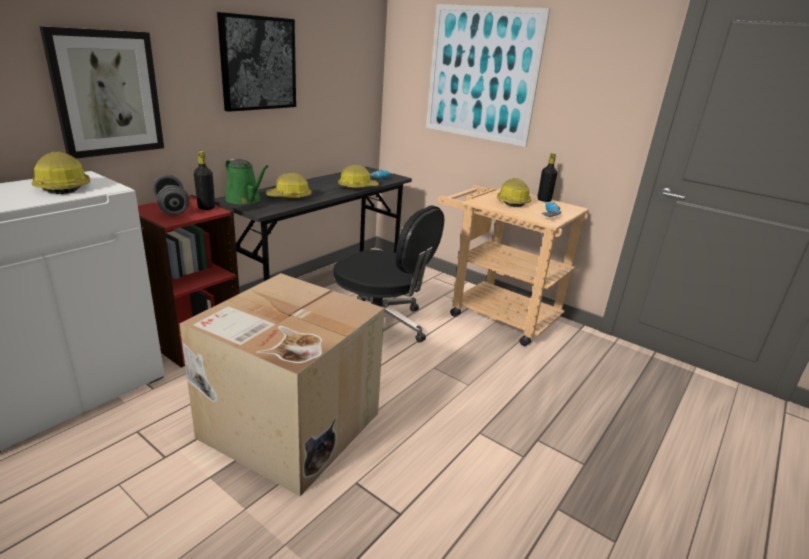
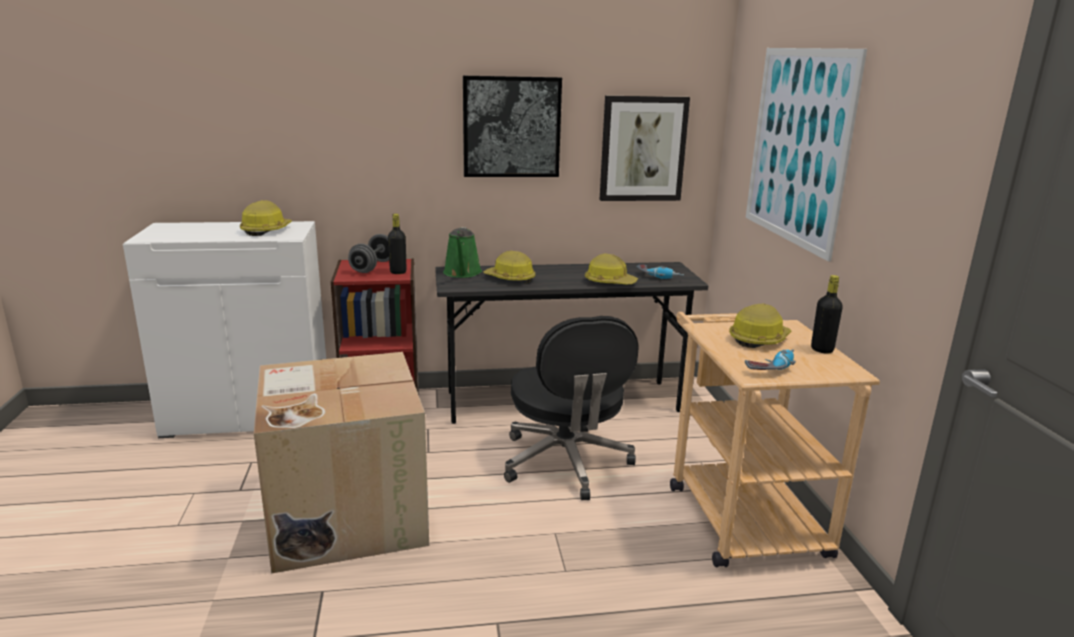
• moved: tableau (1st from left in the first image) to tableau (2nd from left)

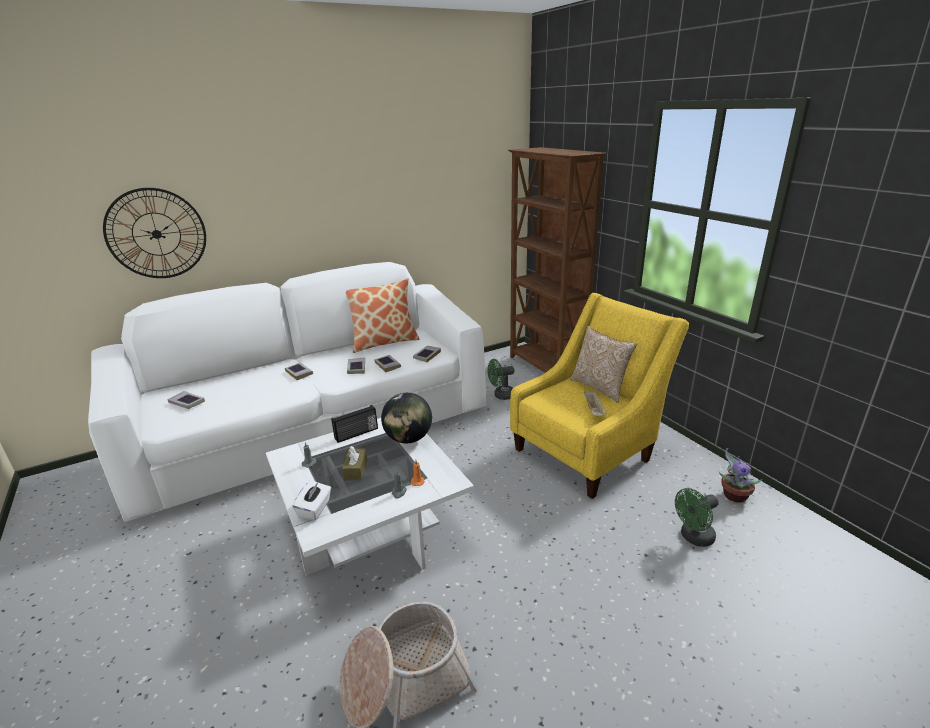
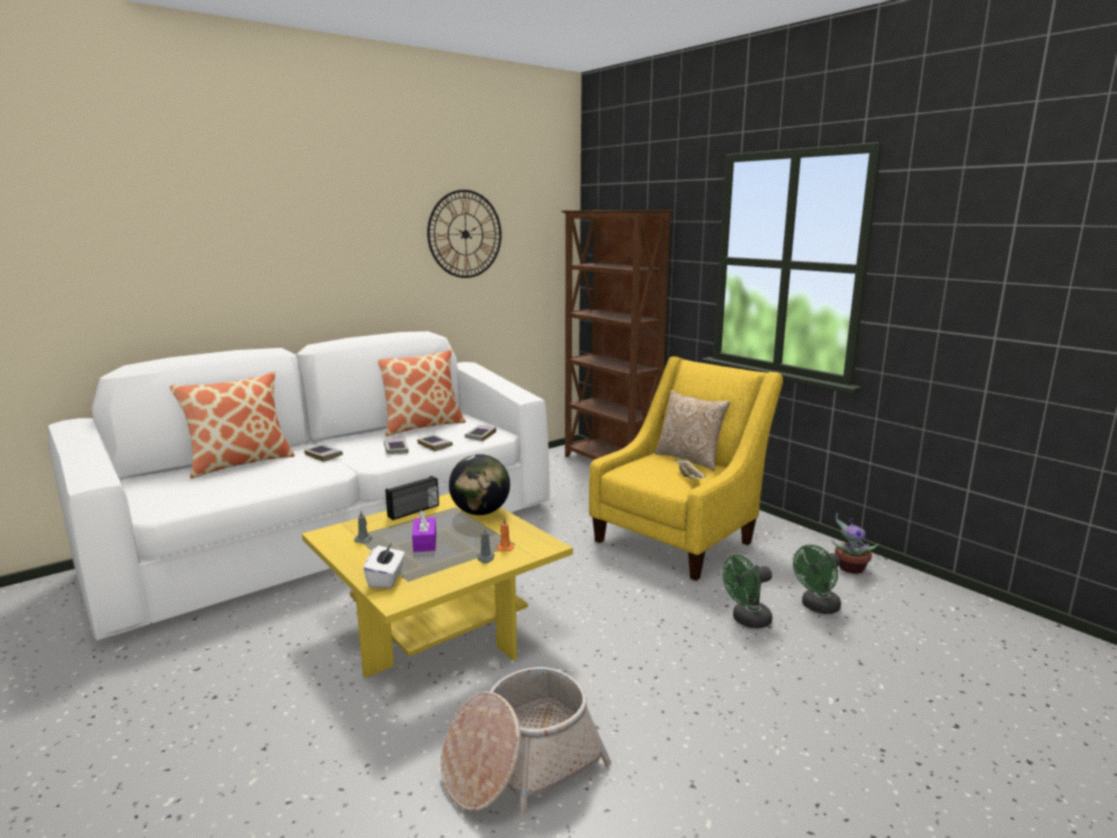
• moved: horloge murale
• removed: livre (1st from left)
• recoloured: table basse (blanc) to table basse (jaune)
• recoloured: boîte à mouchoirs (marron) to boîte à mouchoirs (violet)
• moved: ventilateur (vert) (1st from left)
• added: coussin (1st from left)

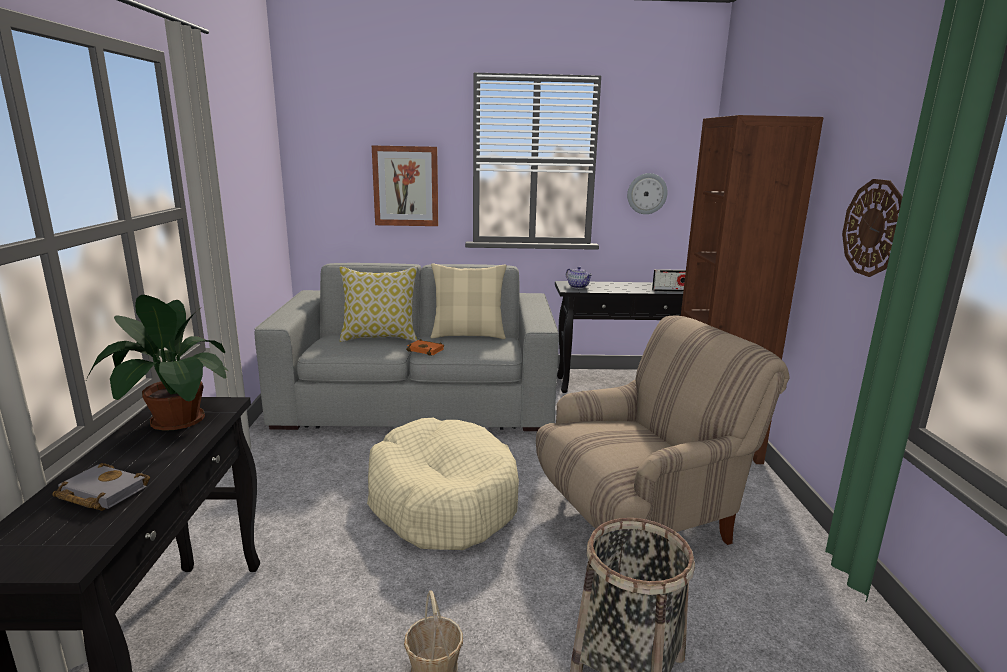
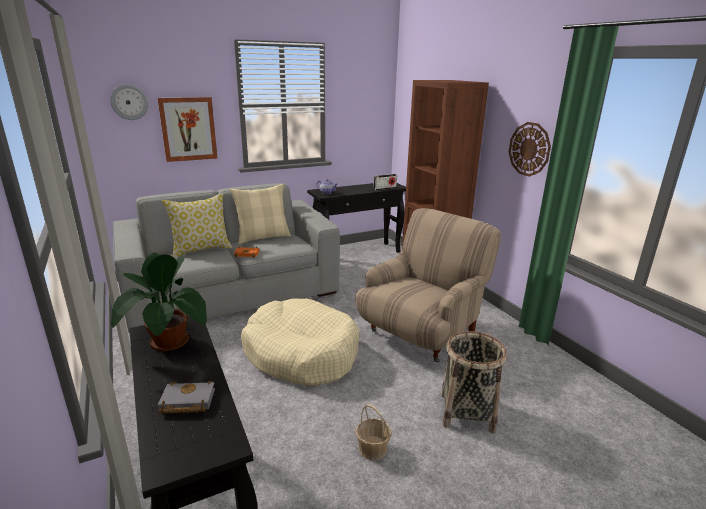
• moved: horloge murale (1st from left)

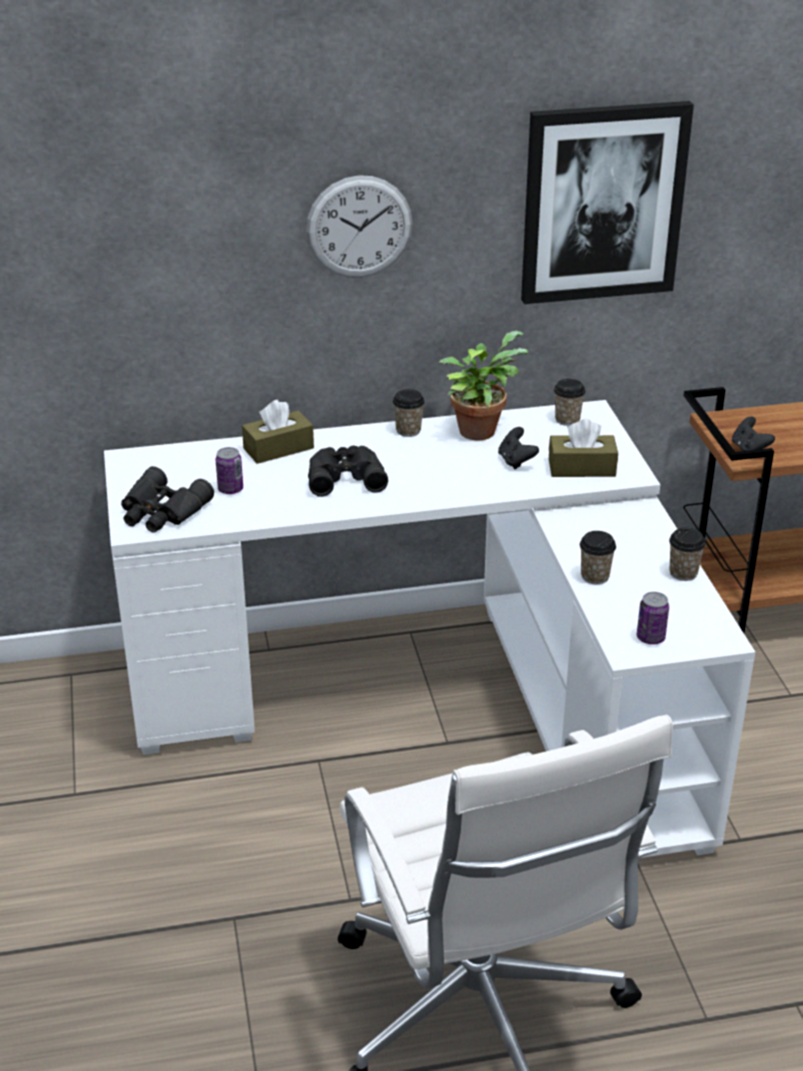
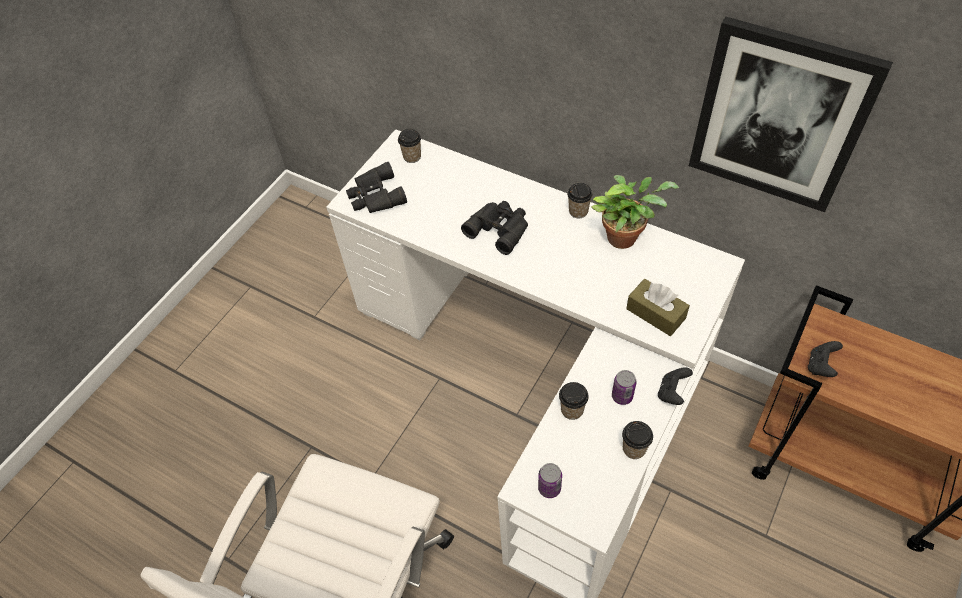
• moved: boîte métallique (1st from left in the first image) to boîte métallique (2nd from left)
• removed: boîte à mouchoirs (marron) (1st from left)
• removed: horloge murale
• moved: manette (noir) (1st from left)
• moved: tasse (2nd from left in the first image) to tasse (1st from left)

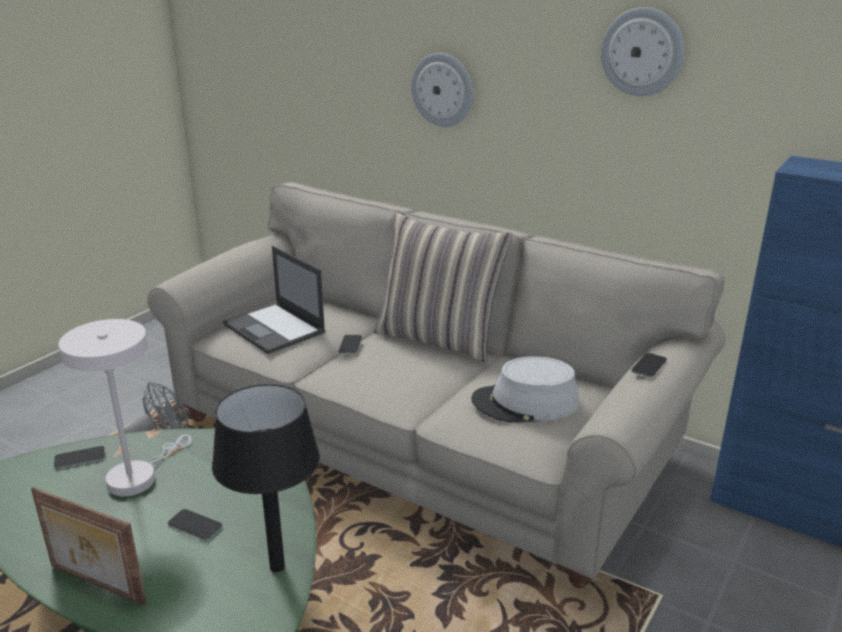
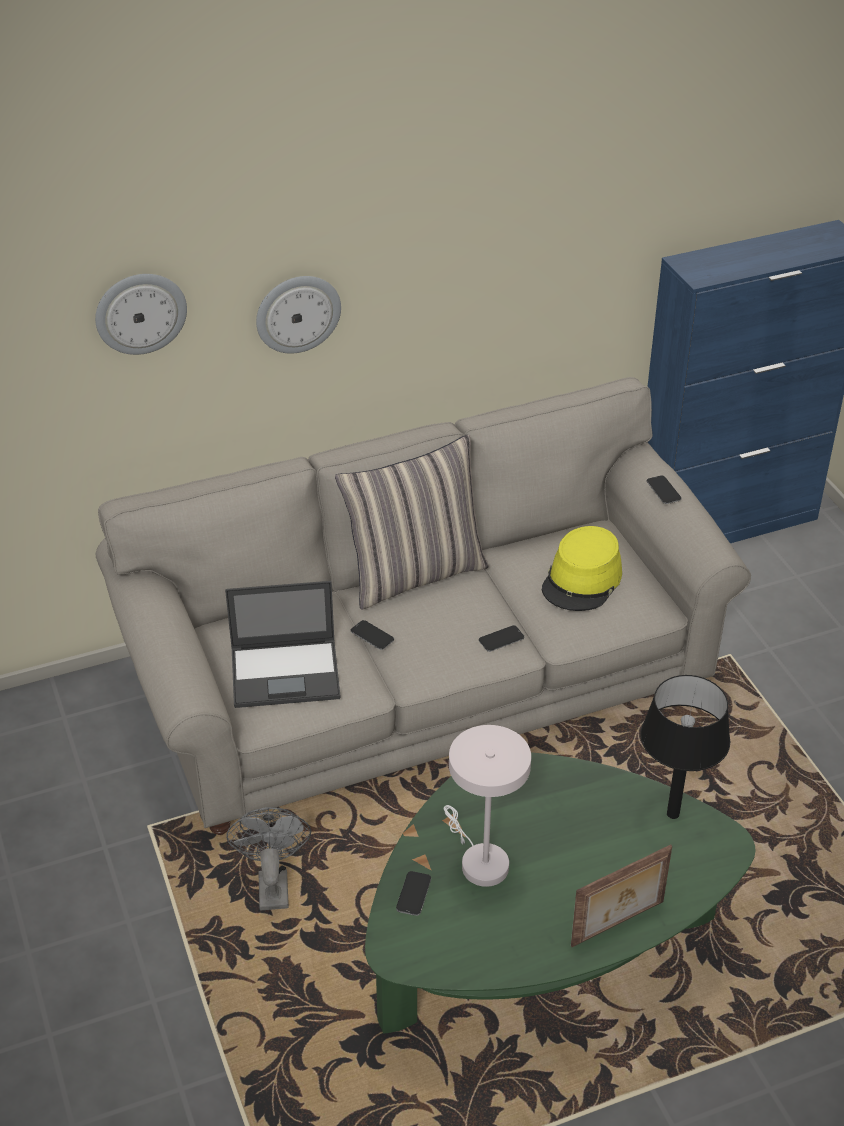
• moved: téléphone (2nd from left in the first image) to téléphone (3rd from left)
• recoloured: chapeau (gris) to chapeau (jaune)
• moved: horloge murale (2nd from left in the first image) to horloge murale (1st from left)

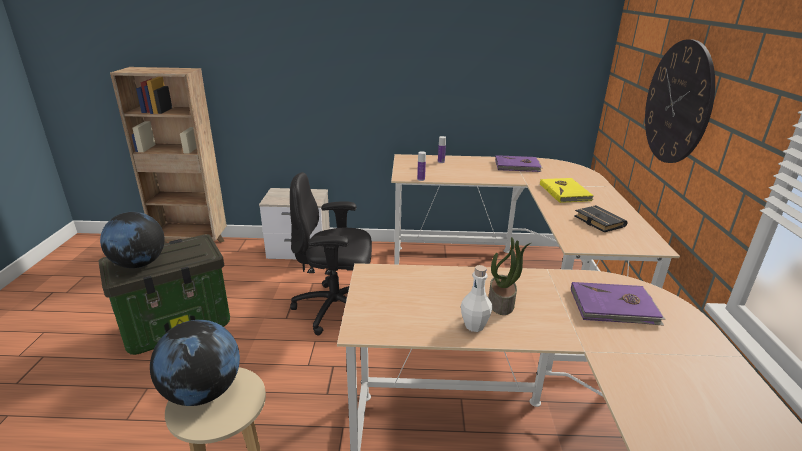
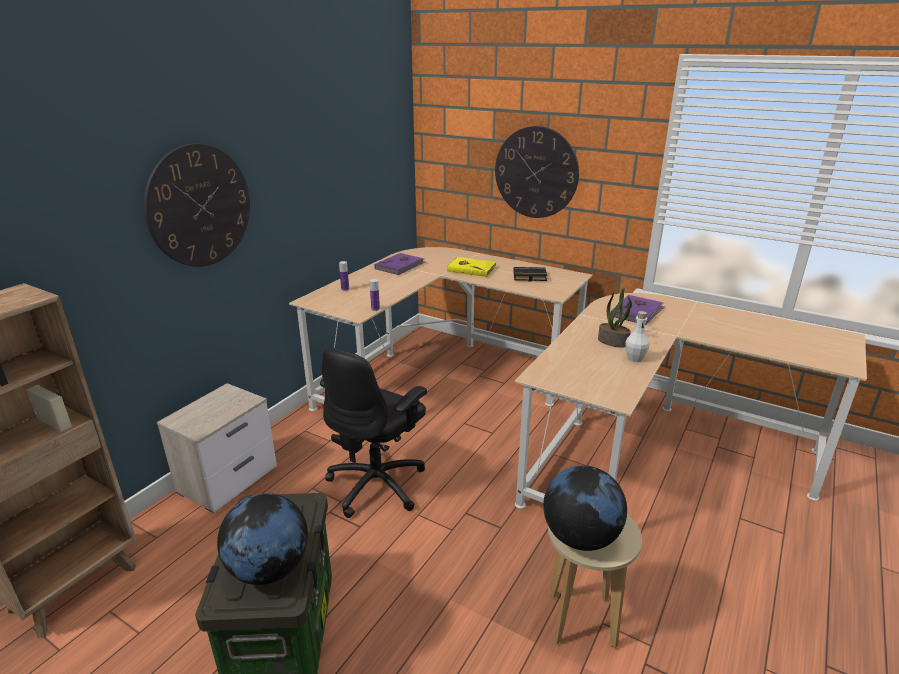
• added: horloge murale (1st from left)

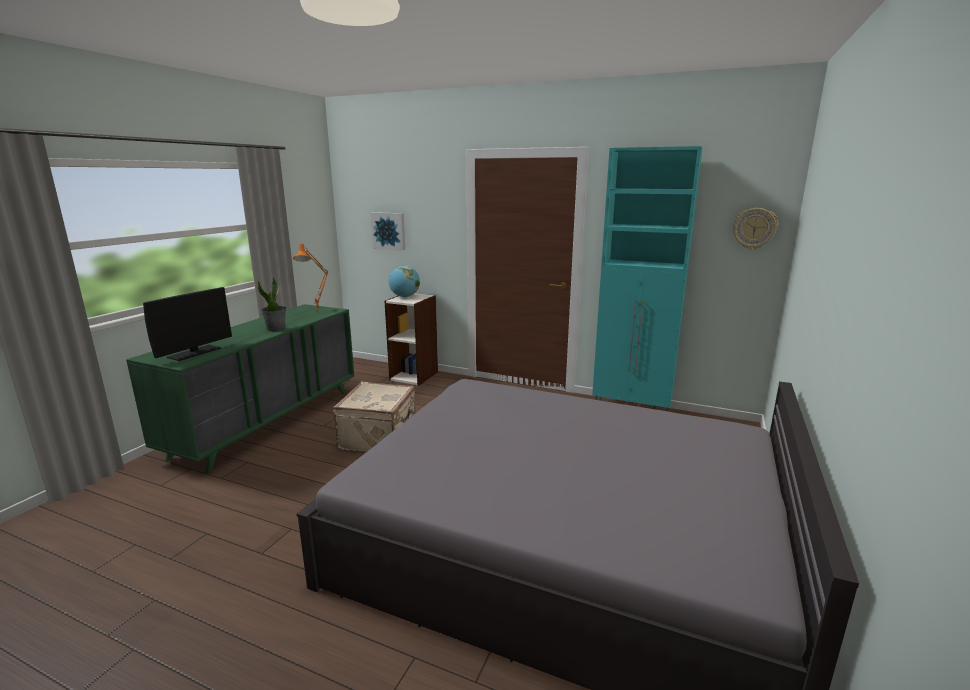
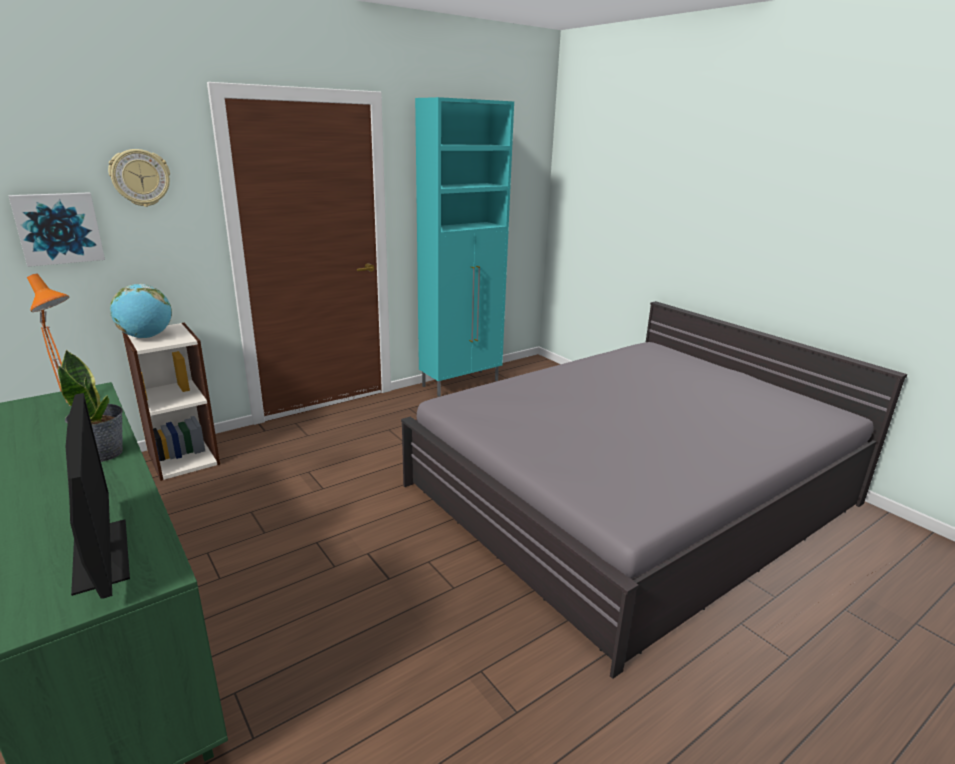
• removed: valise (beige)
• moved: horloge murale

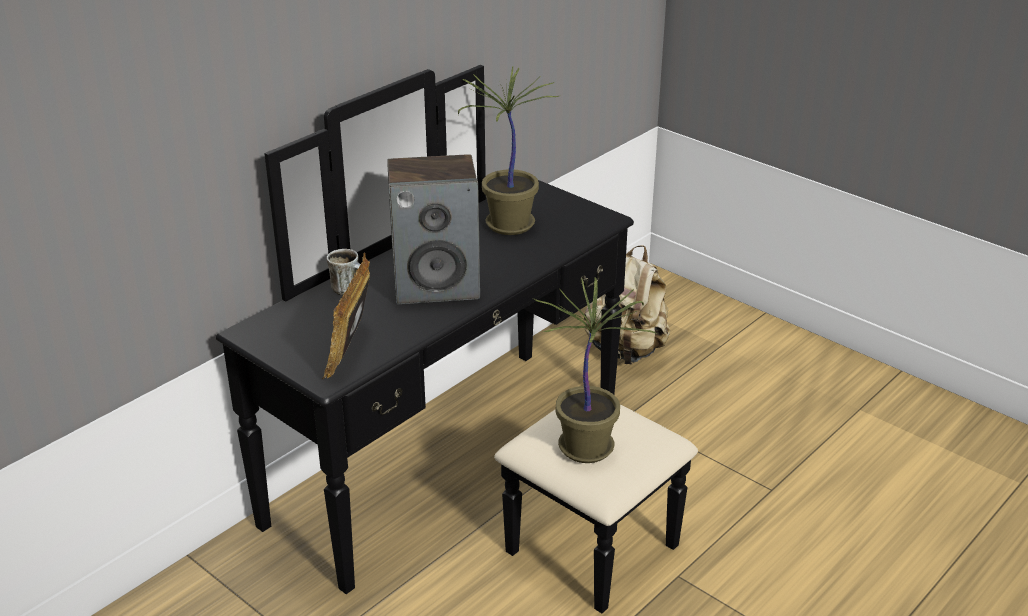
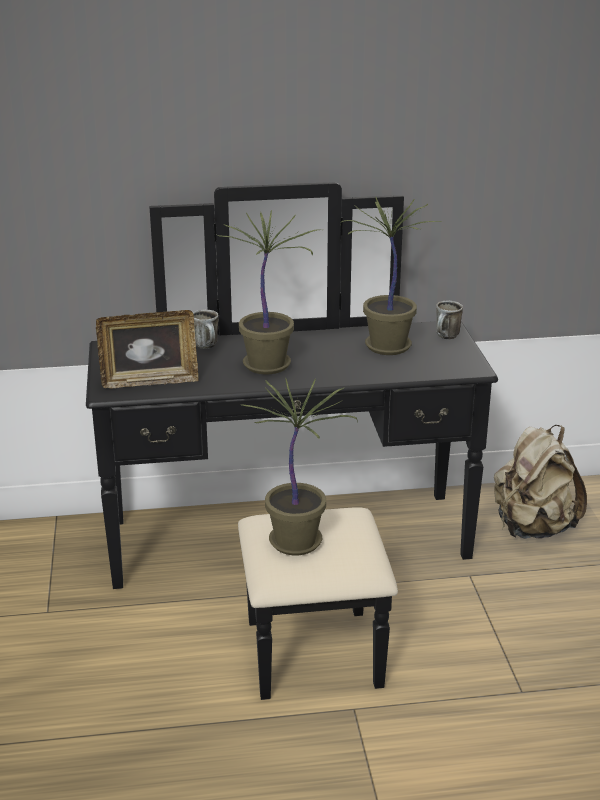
• turned: cadre photo 150 degrees counterclockwise
• replaced: enceinte to plante en pot (1st from left)
• added: mug (2nd from left)

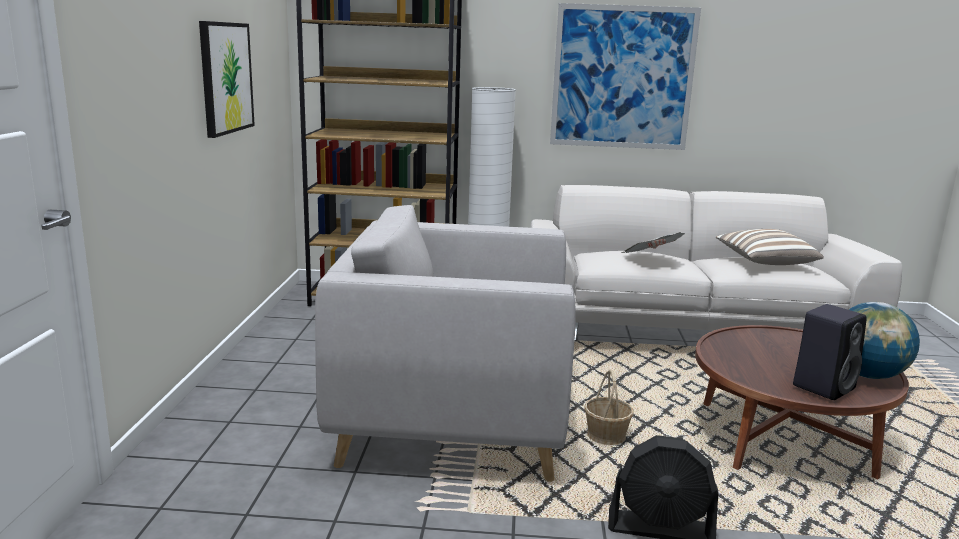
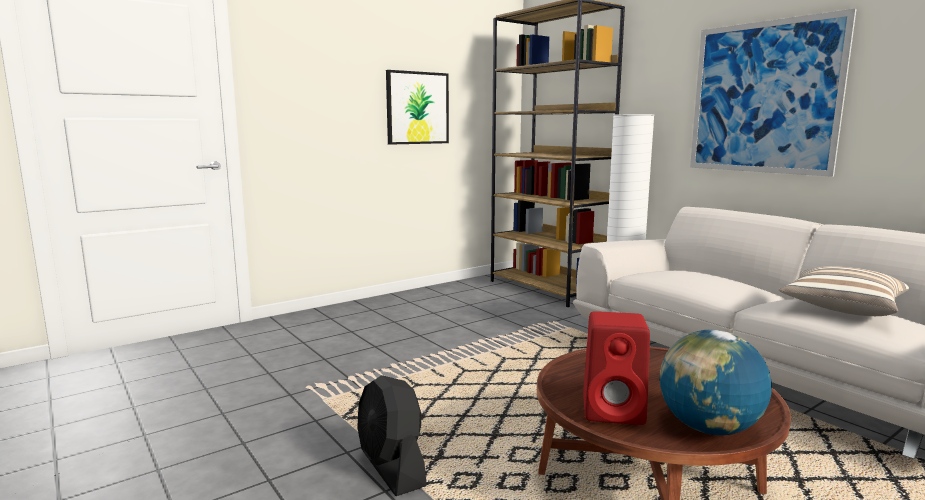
• removed: fauteuil (gris)
• removed: panier
• removed: journal
• recoloured: enceinte (noir) to enceinte (rouge)

